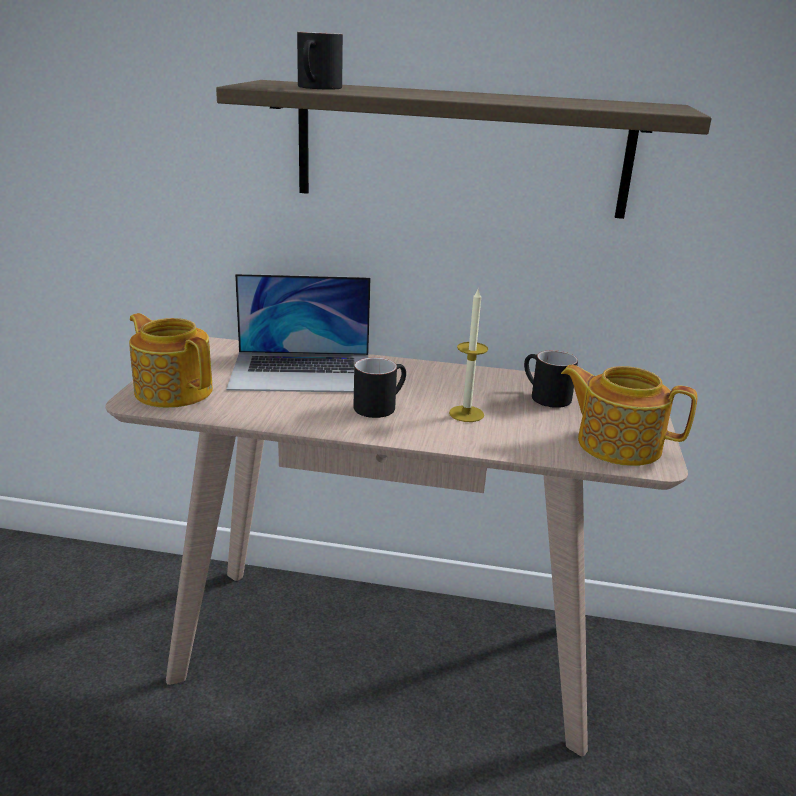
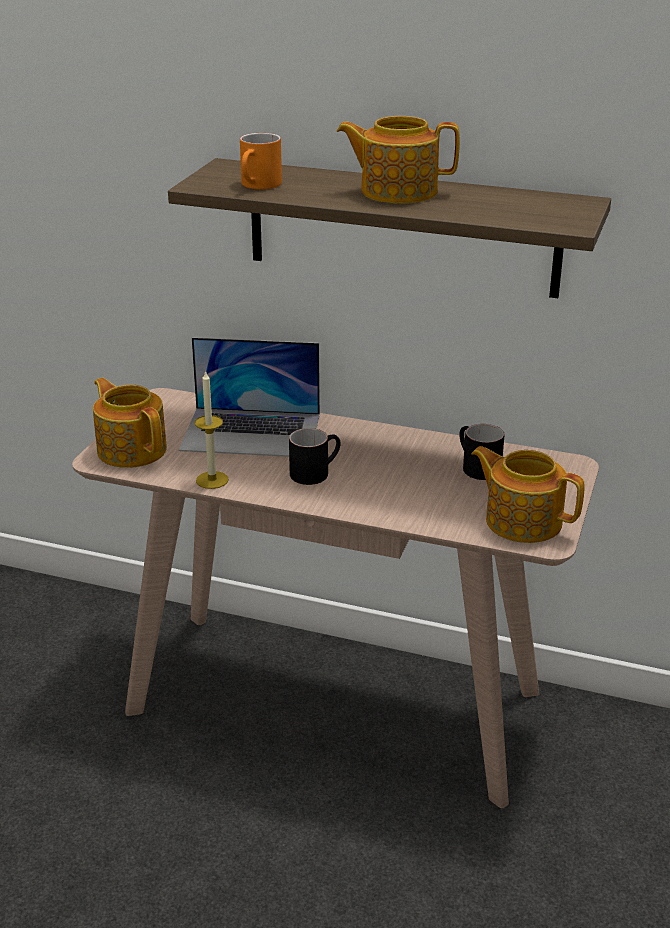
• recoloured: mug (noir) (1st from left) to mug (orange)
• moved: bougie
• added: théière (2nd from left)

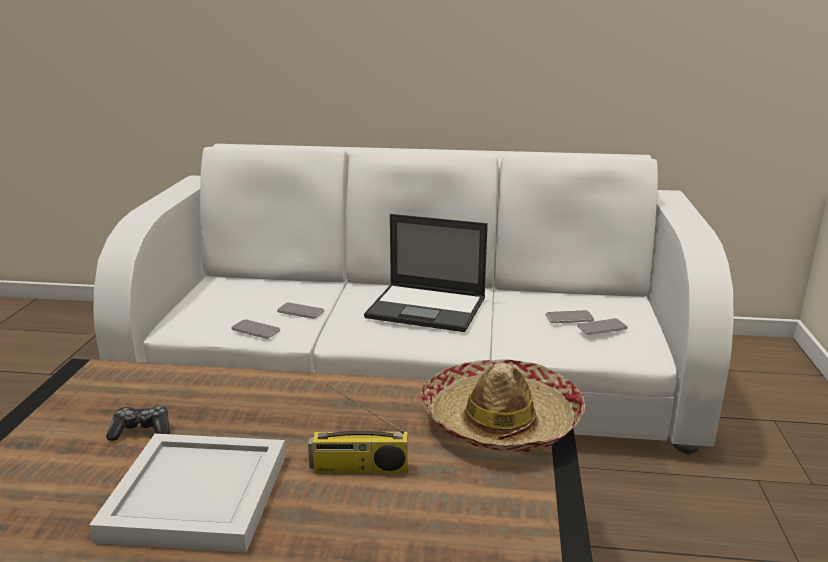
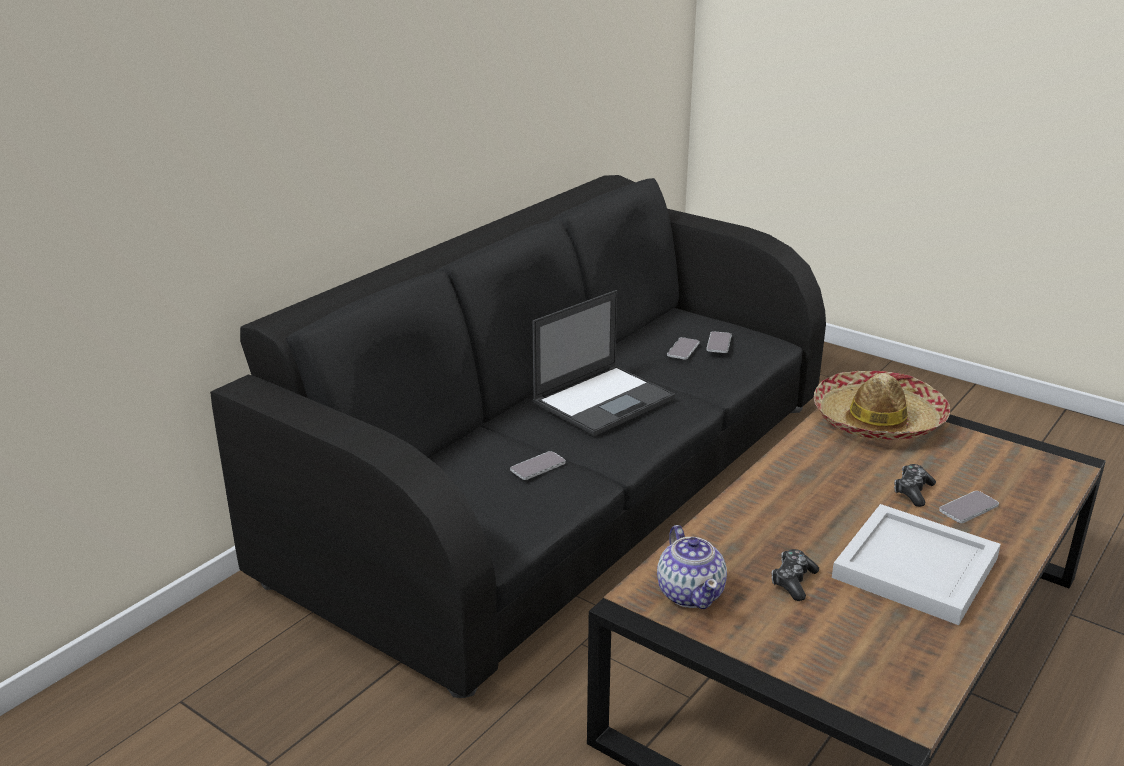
• recoloured: canapé (blanc) to canapé (noir)
• moved: téléphone (1st from left in the first image) to téléphone (4th from left)
• replaced: radio to manette (2nd from left)
• added: théière

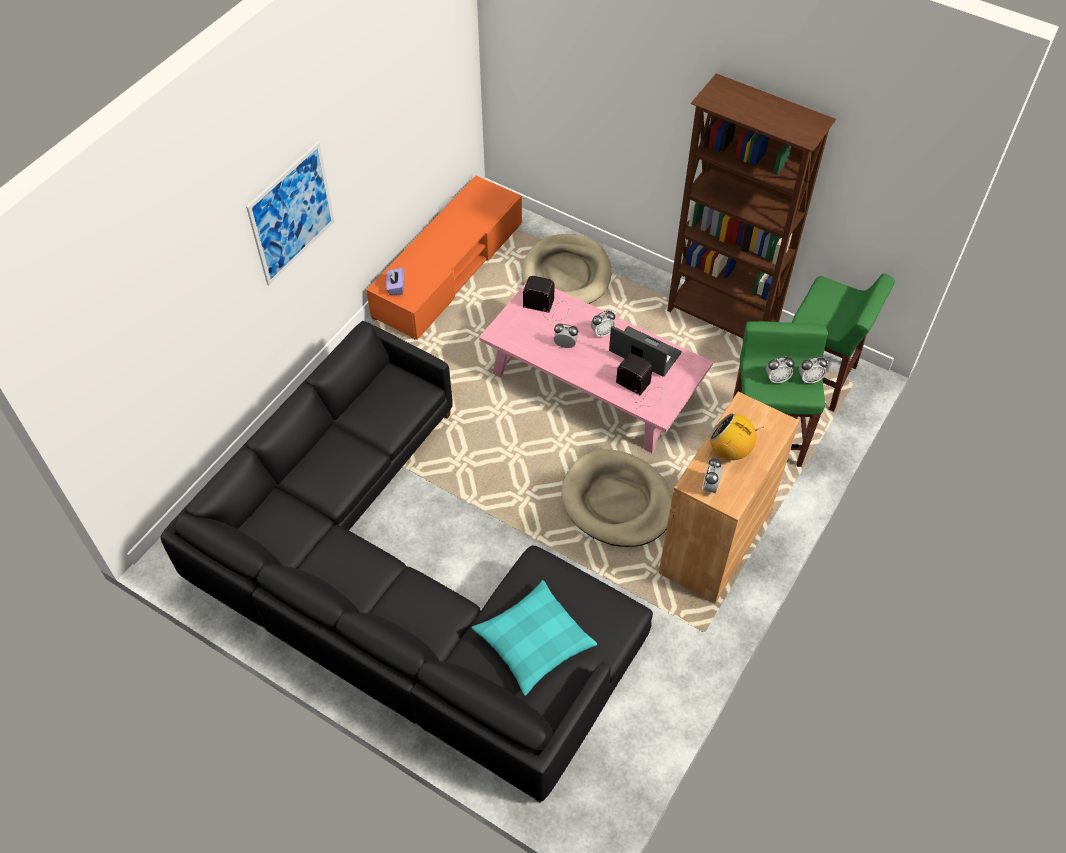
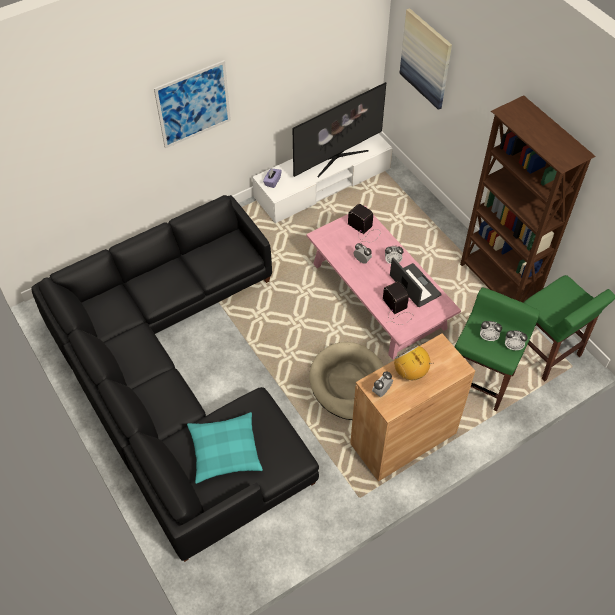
• recoloured: meuble télé (orange) to meuble télé (blanc)
• removed: panier pour chien (beige) (1st from left)
• added: téléviseur
• added: tableau (2nd from left)

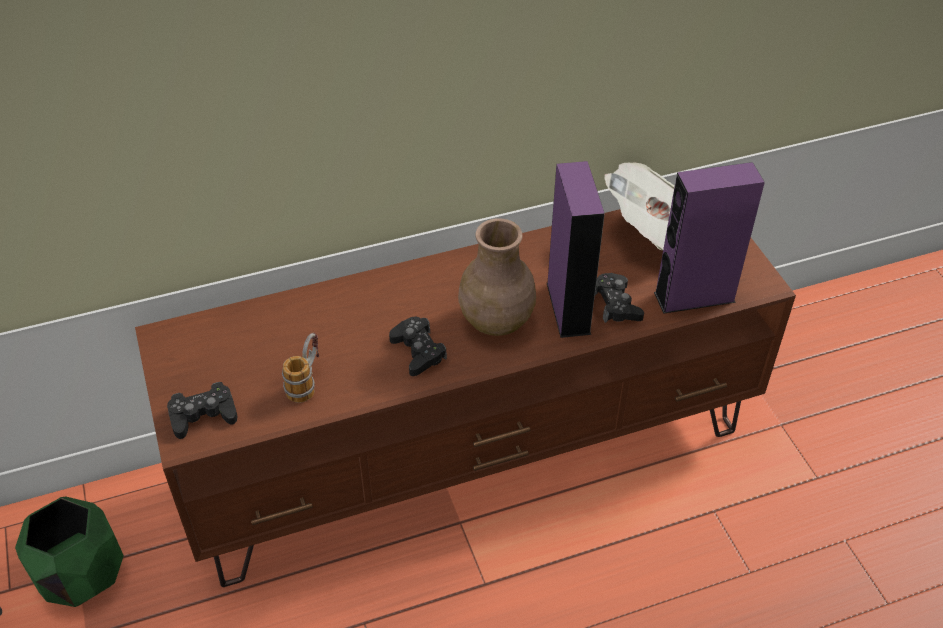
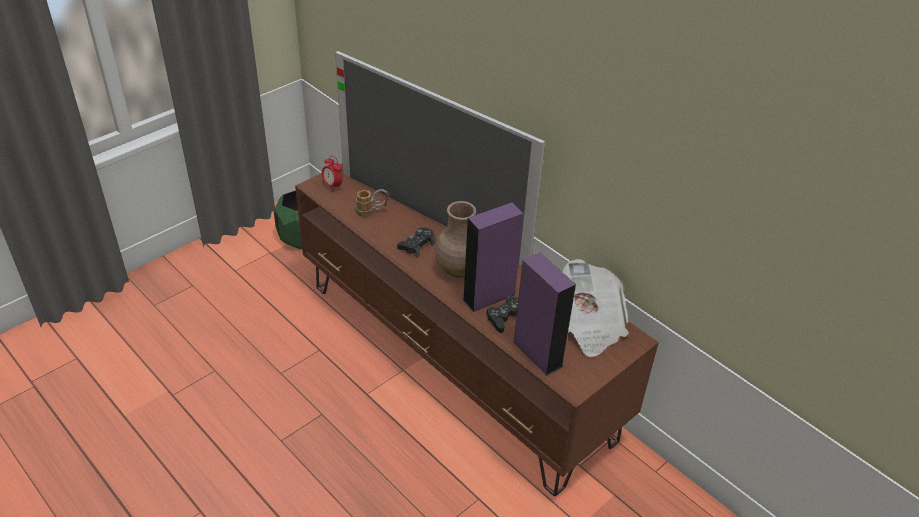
• replaced: manette (noir) (1st from left) to réveil
• added: téléviseur

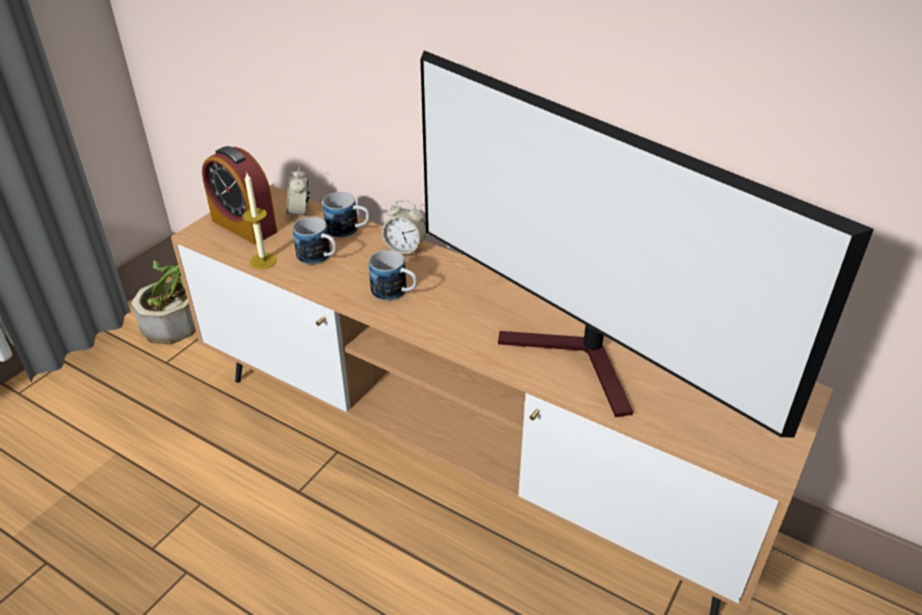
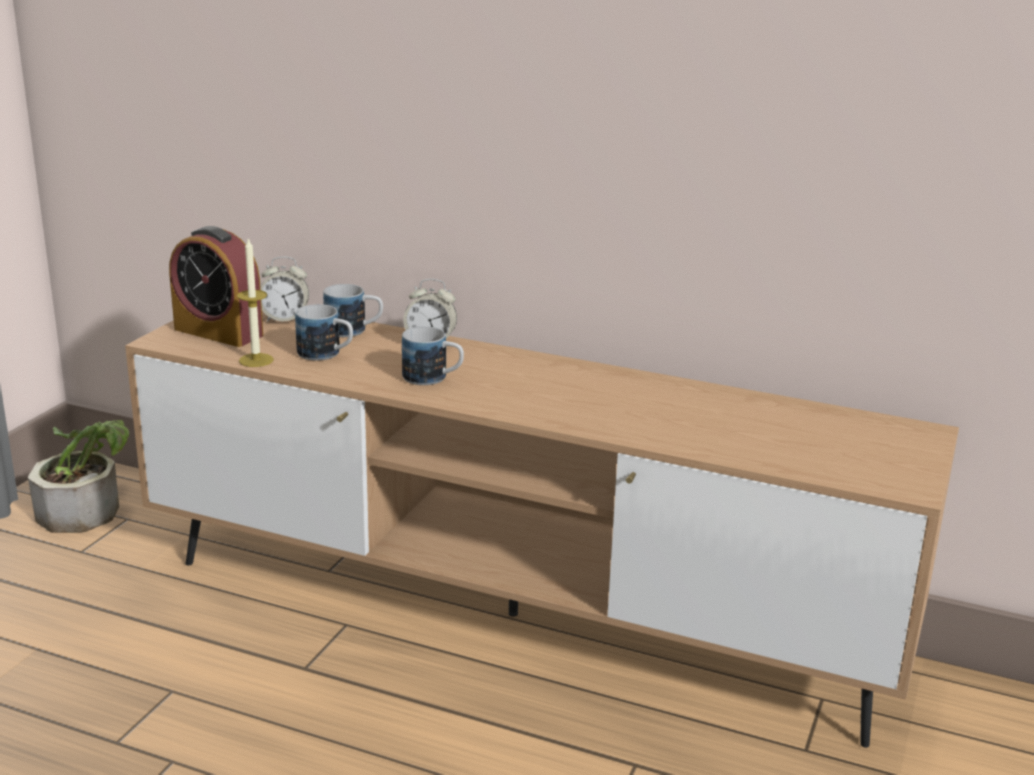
• turned: réveil (2nd from left) 75 degrees counterclockwise
• removed: téléviseur

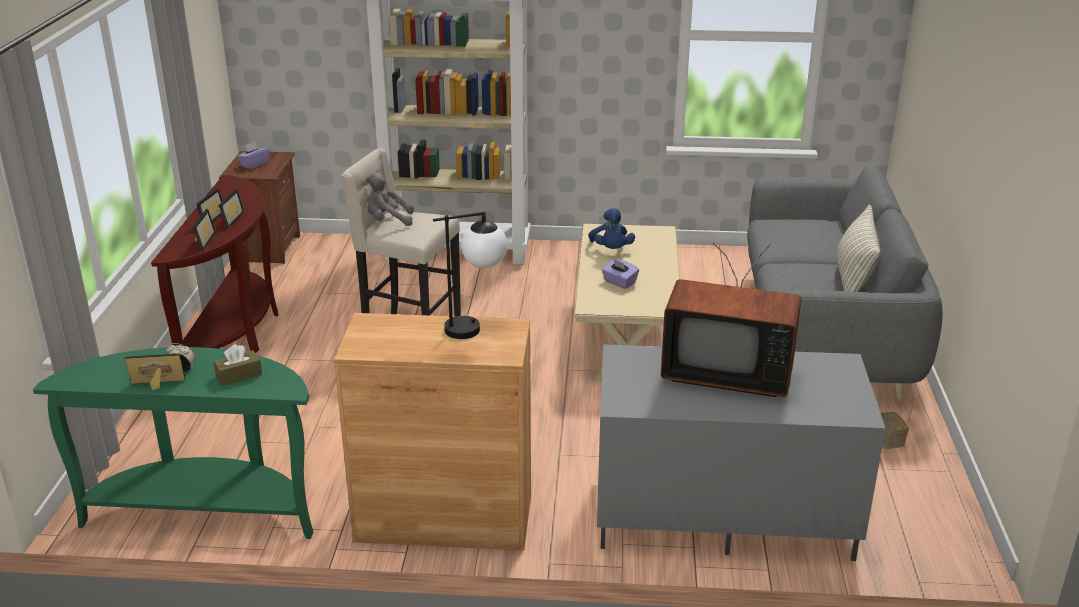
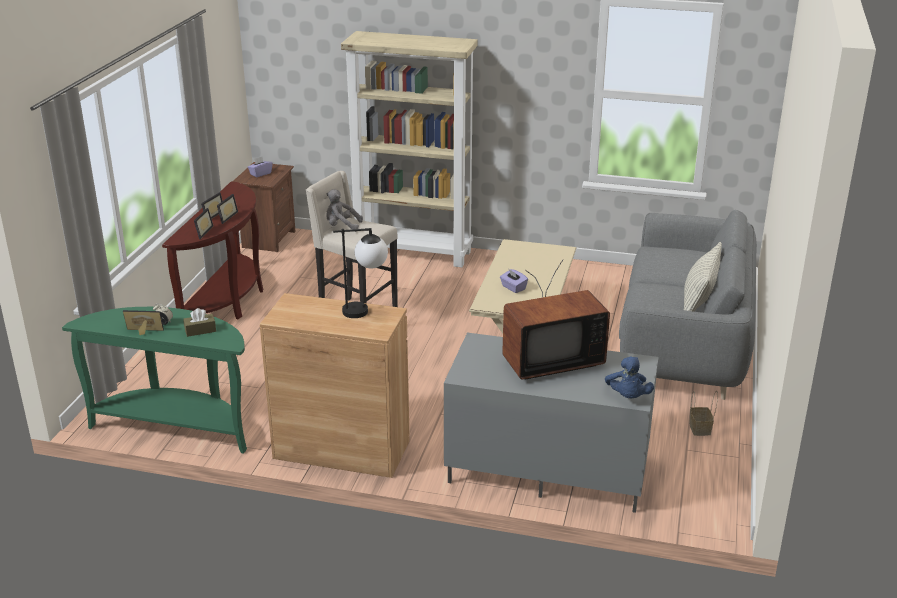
• moved: peluche (bleu)
• turned: téléviseur 45 degrees counterclockwise

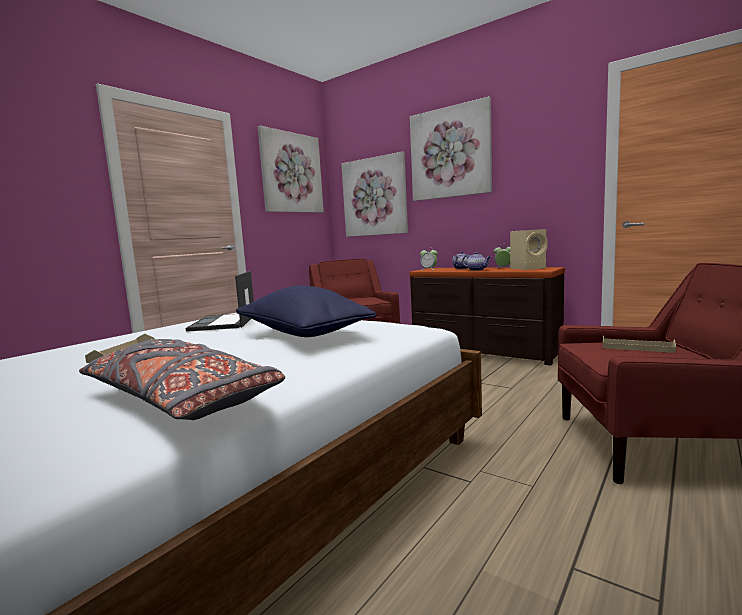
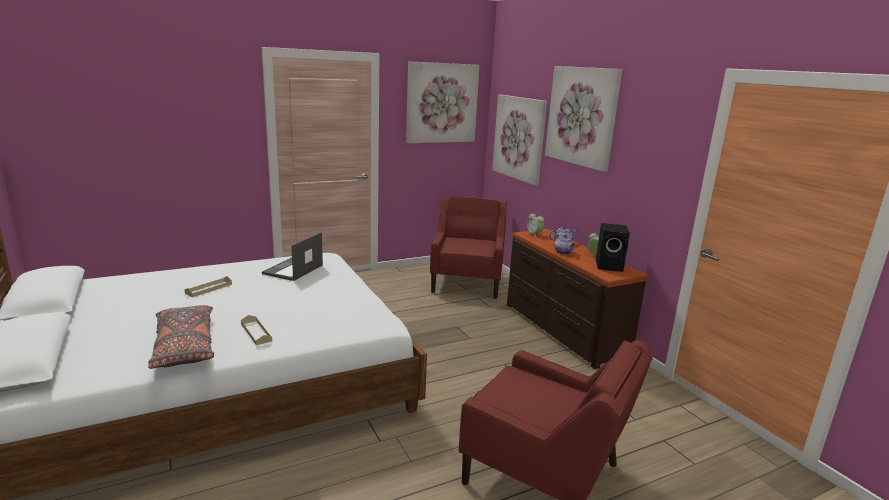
• removed: coussin (bleu)
• recoloured: enceinte (beige) to enceinte (noir)
• moved: plateau (beige) (2nd from left)

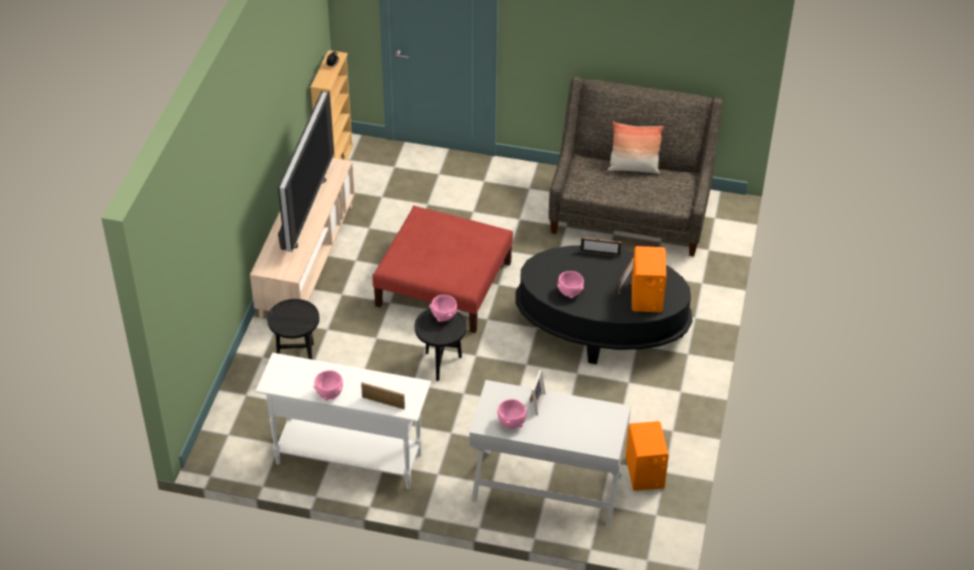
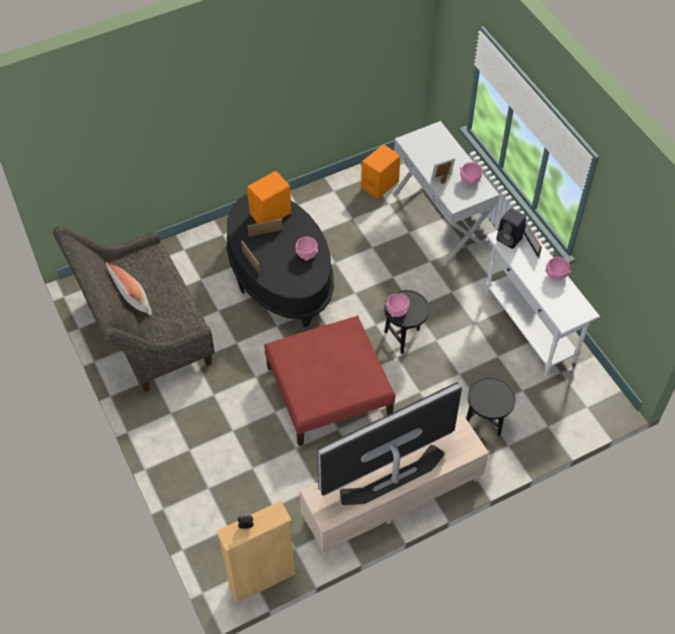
• added: enceinte (noir)

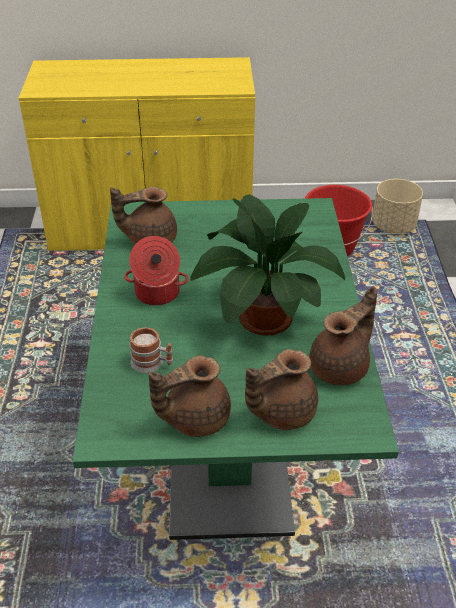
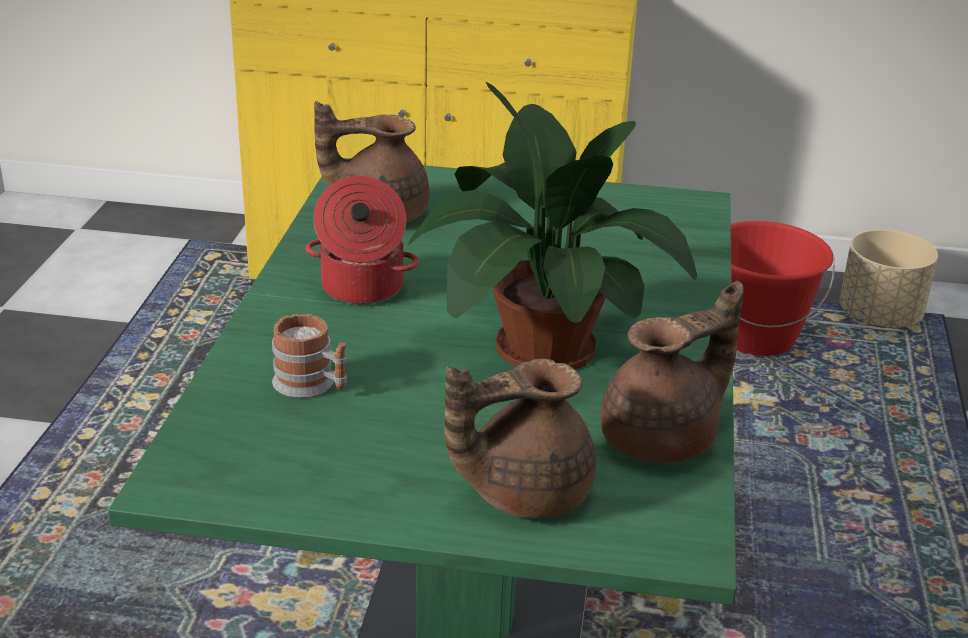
• removed: théière (marron) (2nd from left)

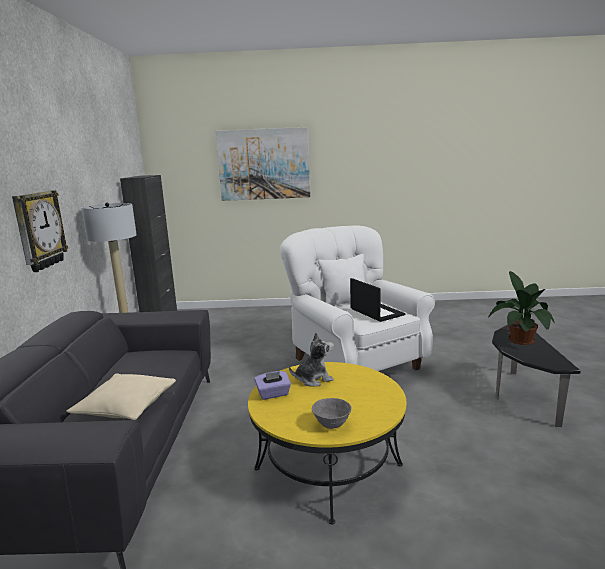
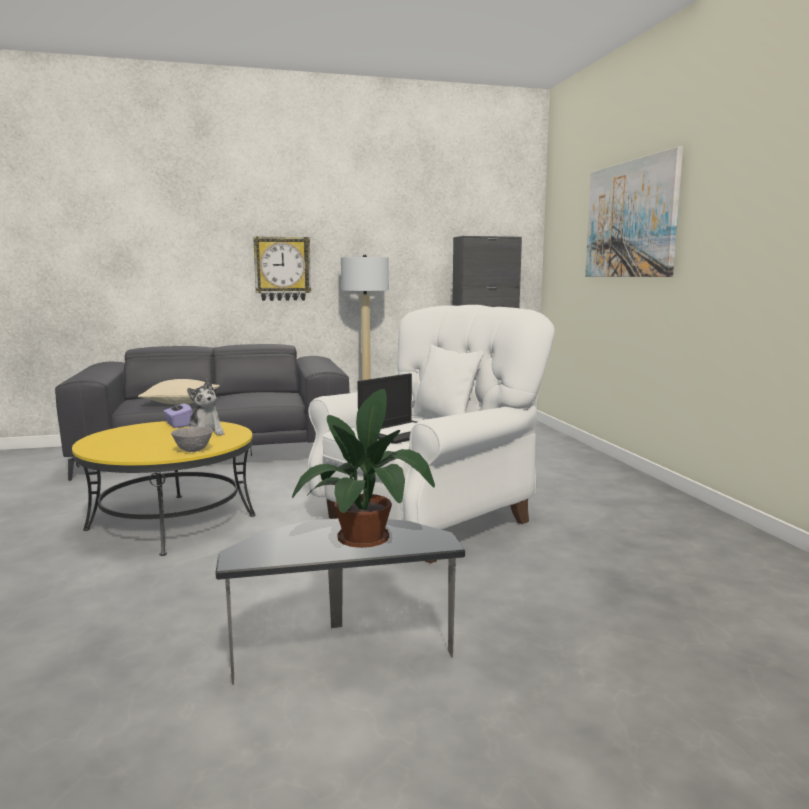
• moved: bol (gris)

